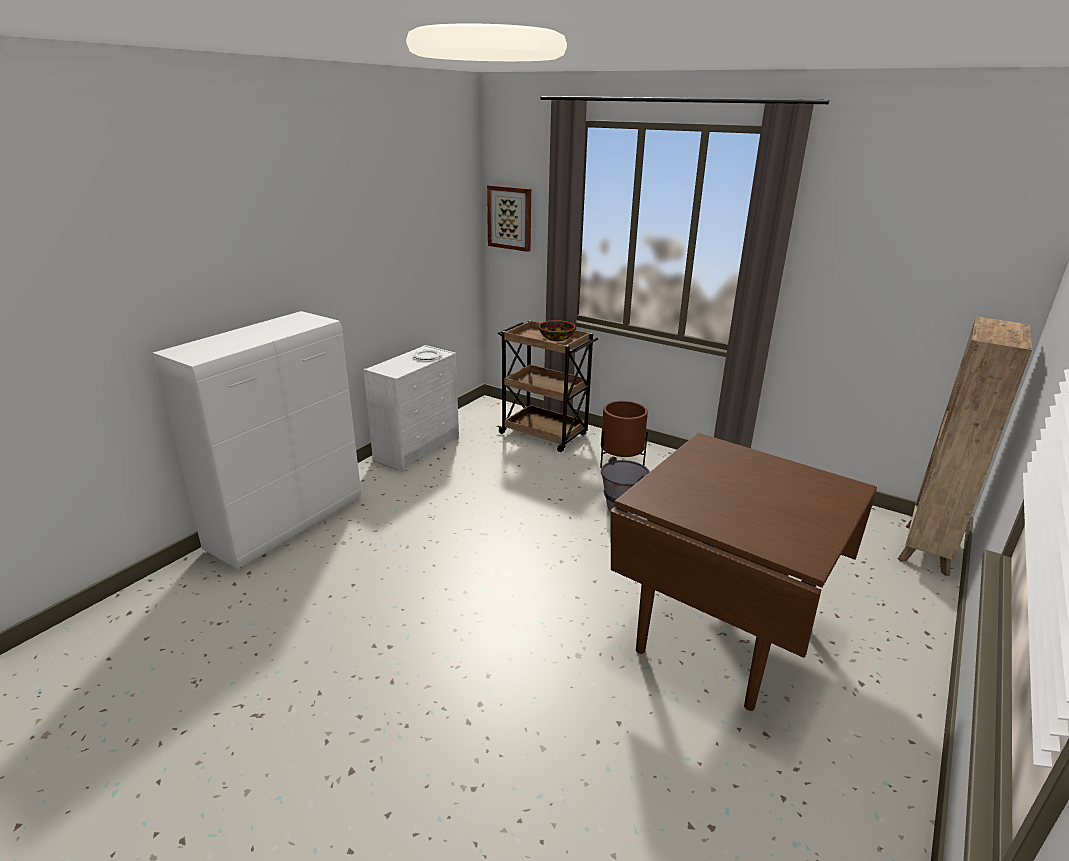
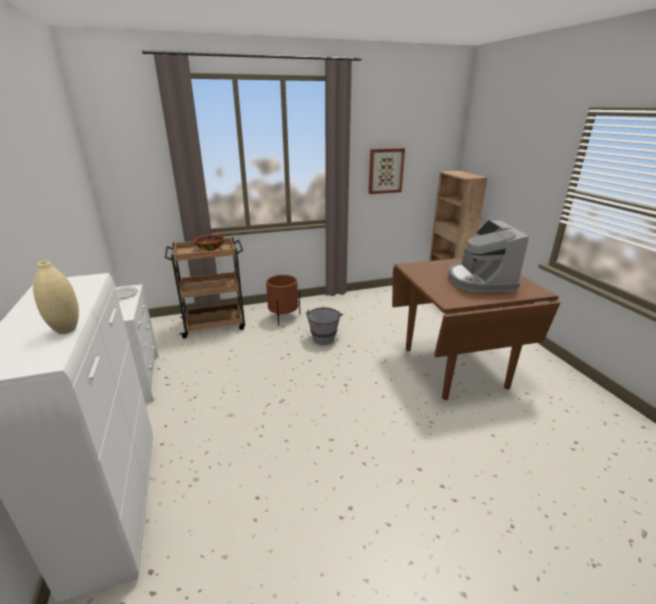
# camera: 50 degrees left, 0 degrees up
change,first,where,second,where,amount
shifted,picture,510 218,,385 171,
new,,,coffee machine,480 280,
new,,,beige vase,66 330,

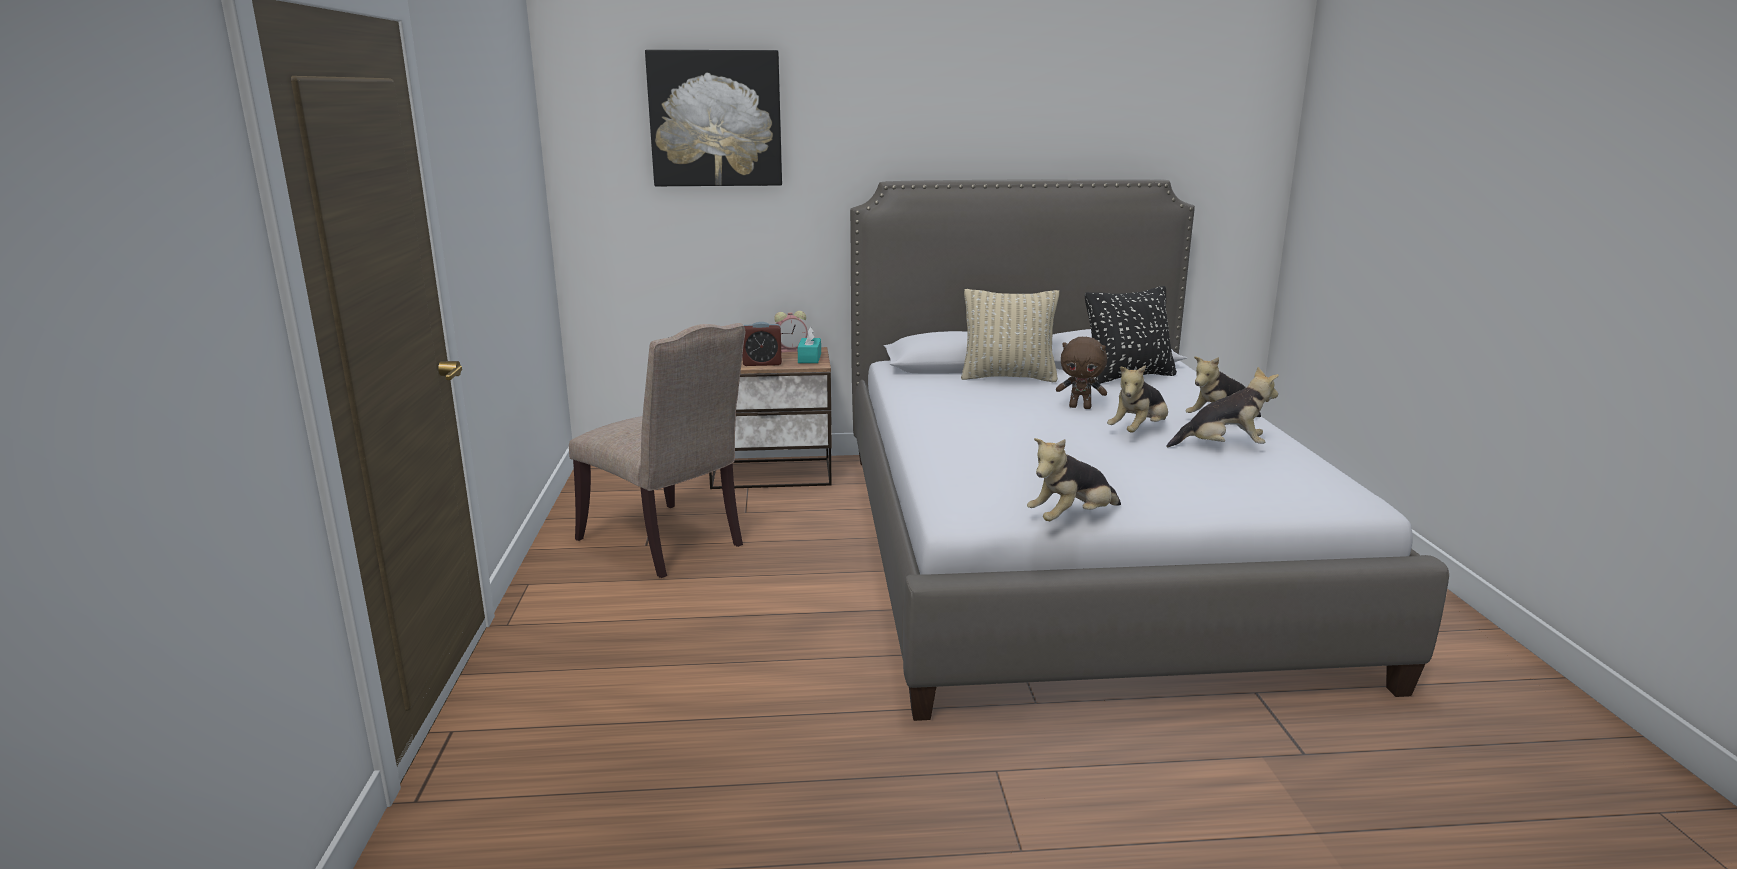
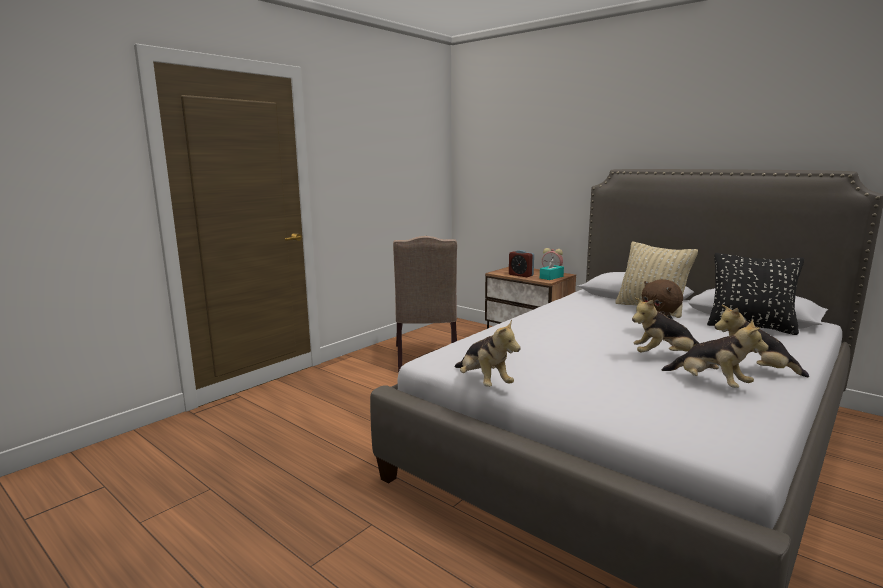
# camera: 45 degrees right, 5 degrees down
change,first,where,second,where,amount
gone,picture,715 119,,,
rotated,plush toy,1072 519,,483 382,135 degrees counterclockwise

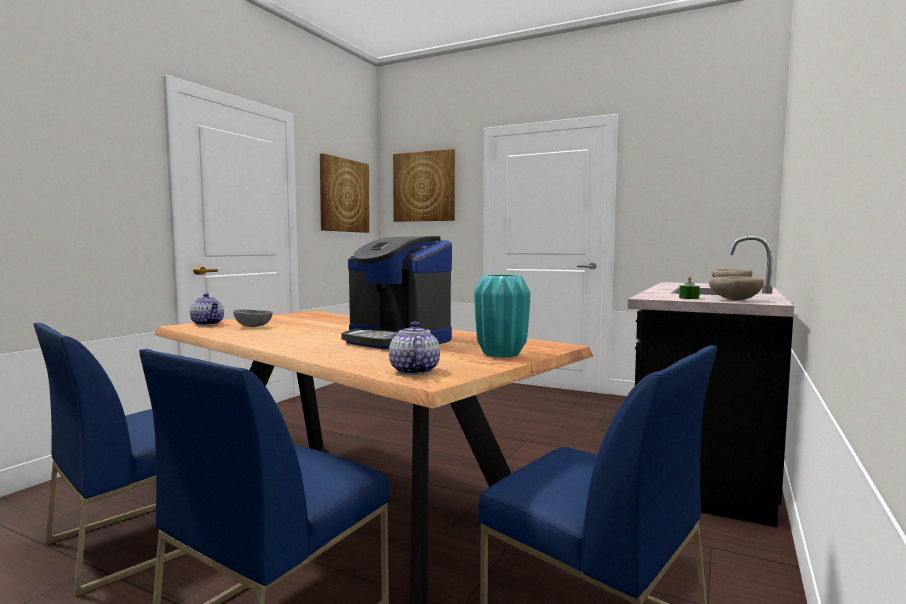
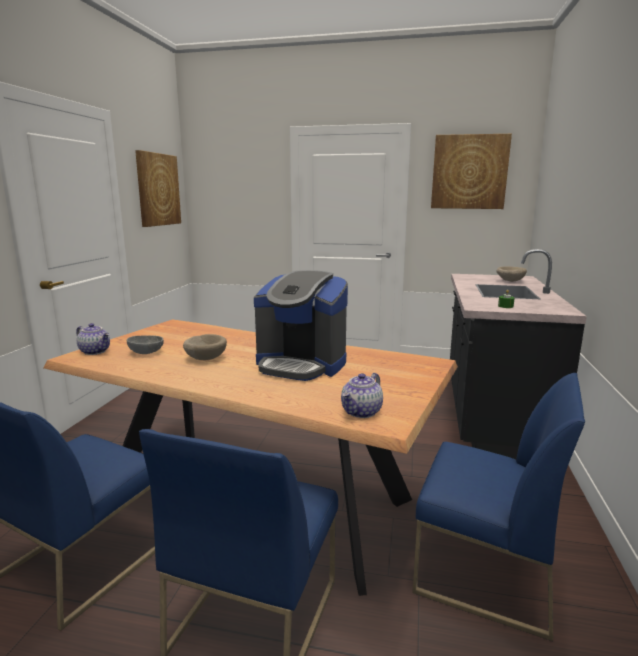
# camera: 15 degrees left, 10 degrees up
change,first,where,second,where,amount
shifted,picture,424 186,,469 172,
gone,turquoise vase,500 354,,,
shifted,beige bowl,733 300,,205 358,
rotated,teapot,413 371,,362 412,120 degrees counterclockwise

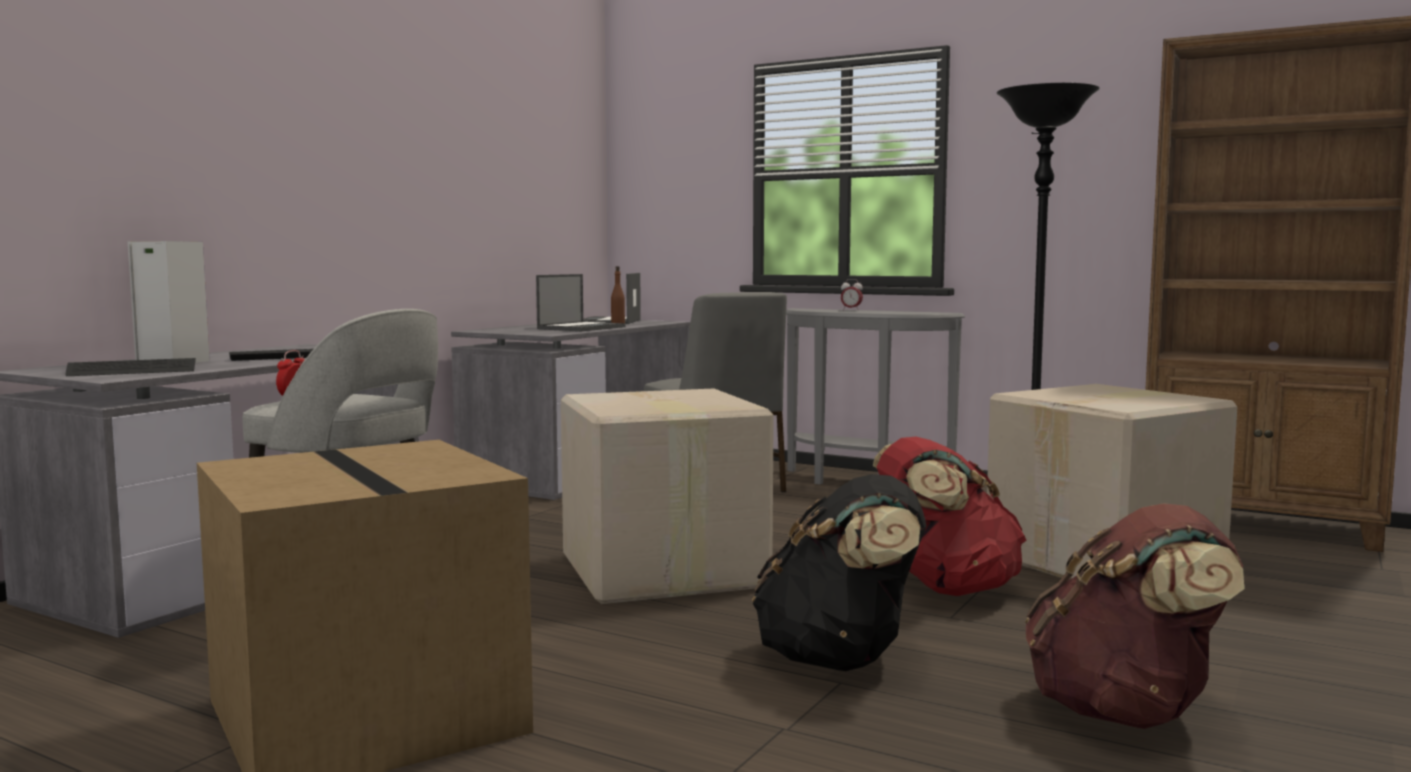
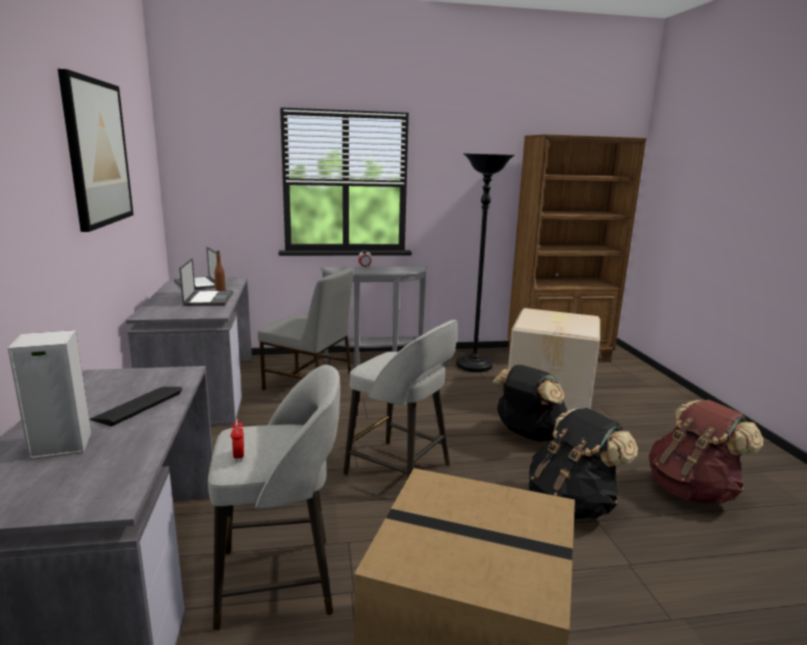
# camera: 40 degrees left, 10 degrees up
change,first,where,second,where,amount
gone,keyboard,132 371,,,
swapped,cardboard box,660 572,grey stool,400 470,
repainted,red backpack,945 588,black backpack,529 435,
new,,,picture,97 153,

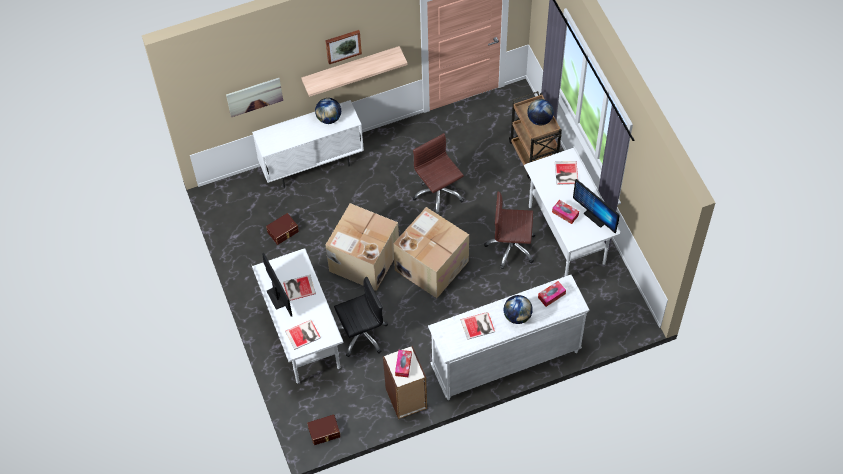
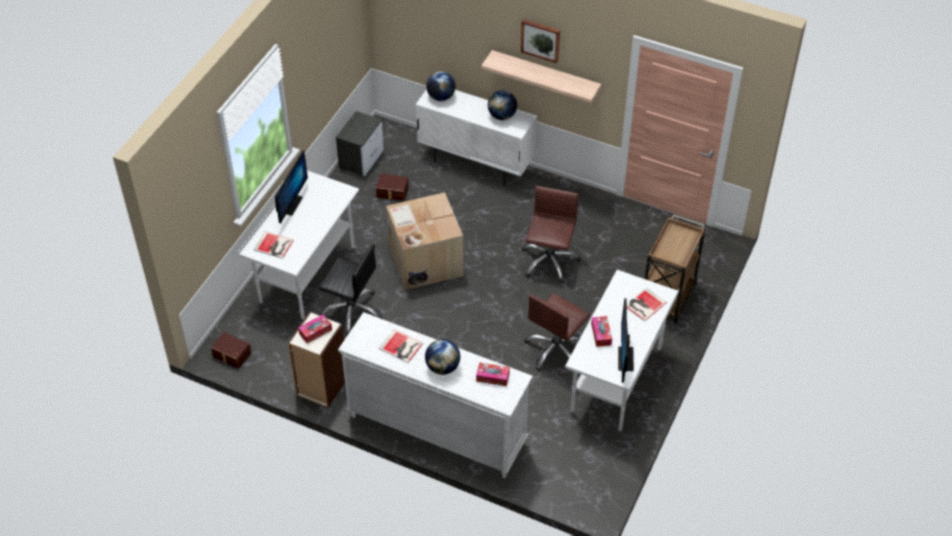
# camera: 45 degrees right, 10 degrees down
change,first,where,second,where,amount
gone,picture,254 96,,,
shifted,globe,539 119,,441 97,
rotated,brown office chair,511 247,,556 350,105 degrees counterclockwise
gone,cardboard box,431 264,,,
gone,book,298 287,,,
new,,,nightstand,362 159,

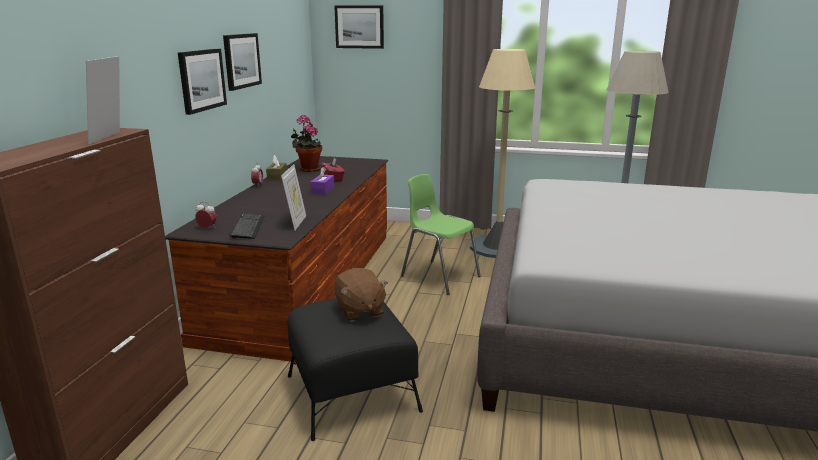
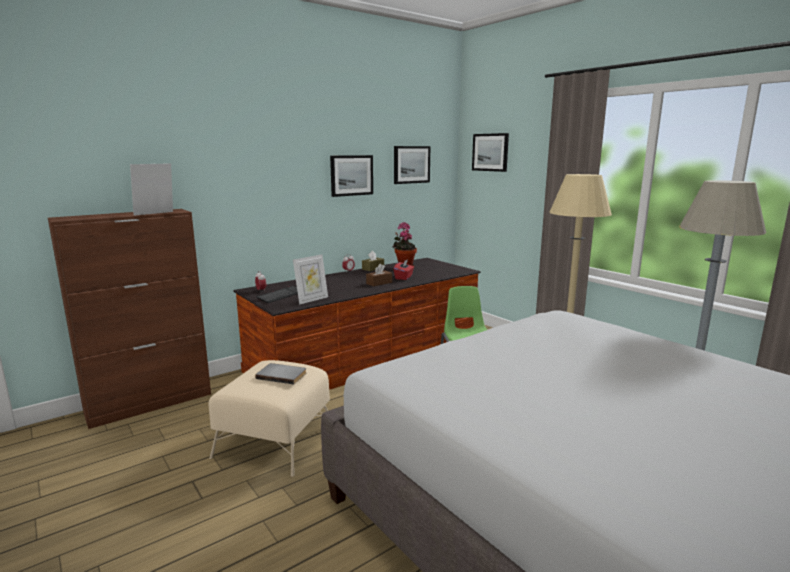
# camera: 40 degrees right, 5 degrees down
change,first,where,second,where,amount
shifted,picture,201 80,,411 164,
repainted,purple tissue box,323 190,brown tissue box,379 283,
swapped,brown plush toy,359 311,grey book,282 375,
repainted,black ottoman,352 392,beige ottoman,276 440,

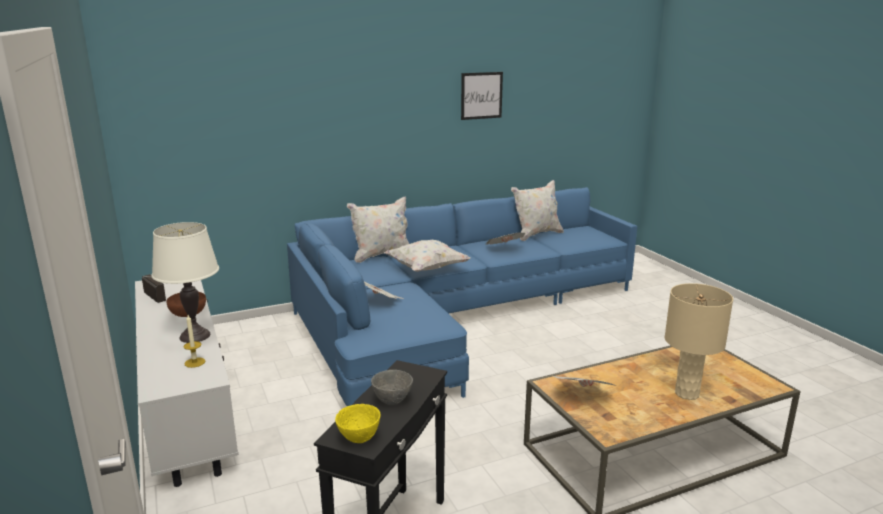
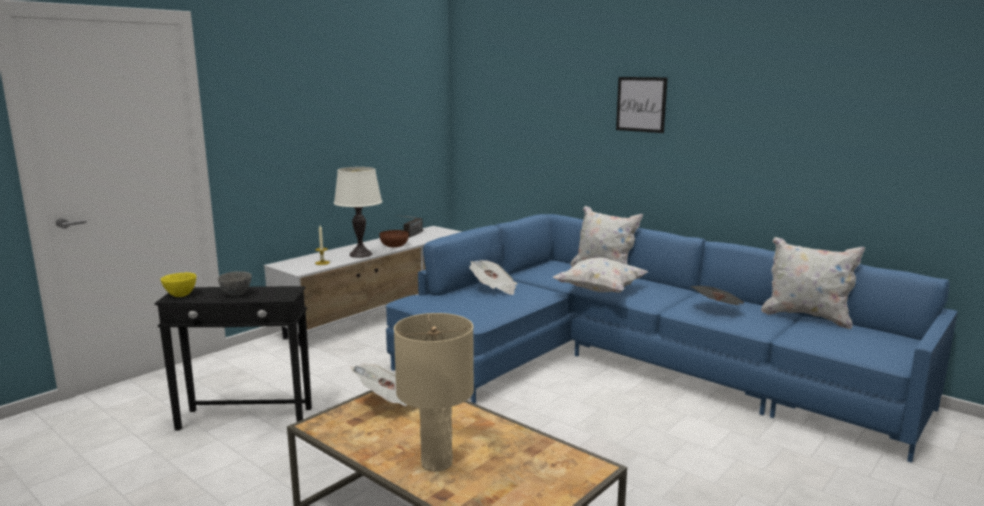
# camera: 65 degrees right, 5 degrees down
change,first,where,second,where,amount
shifted,picture,481 95,,641 104,

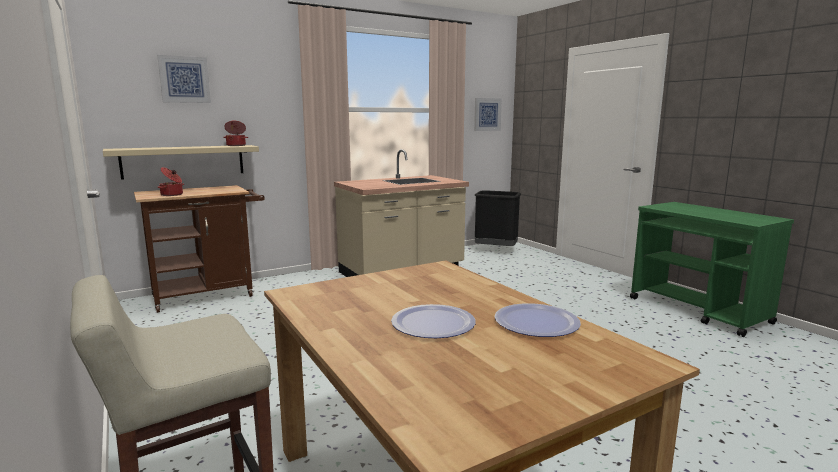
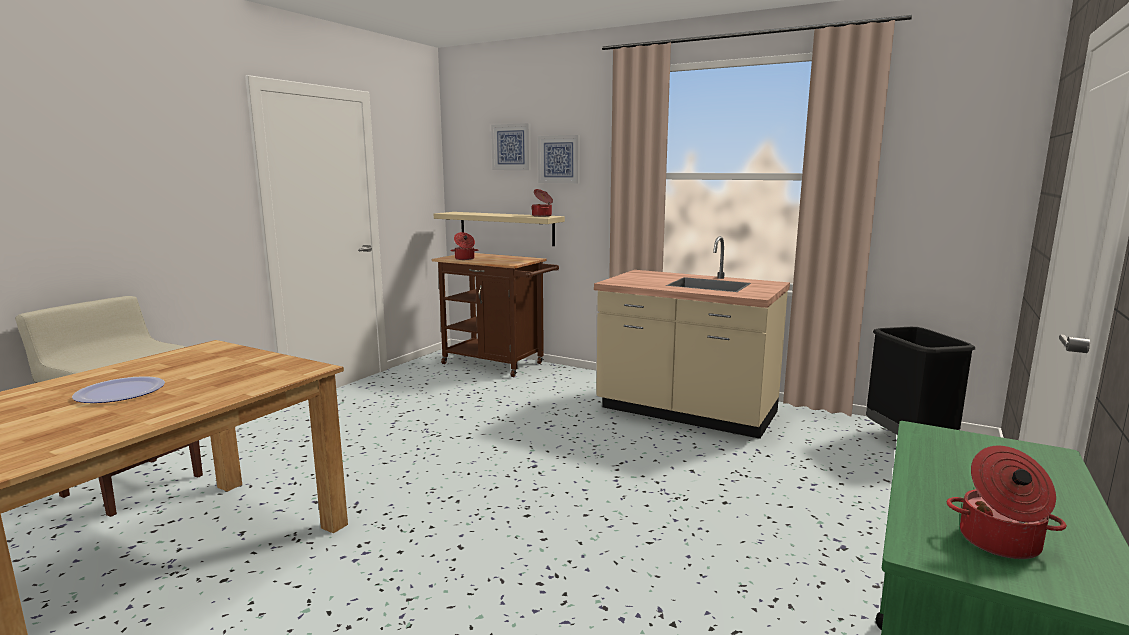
# camera: 60 degrees right, 0 degrees up
change,first,where,second,where,amount
shifted,picture,487 114,,559 159,
gone,plate,536 322,,,
new,,,cooking pot,999 542,

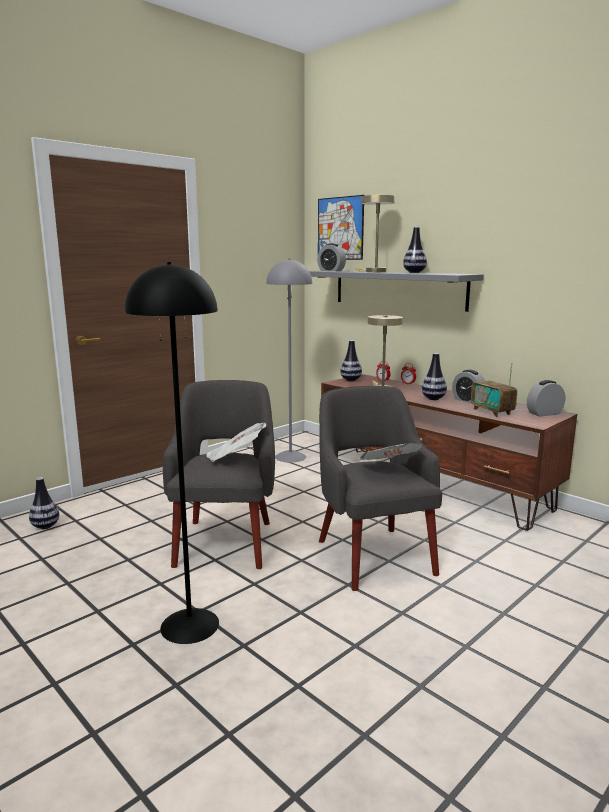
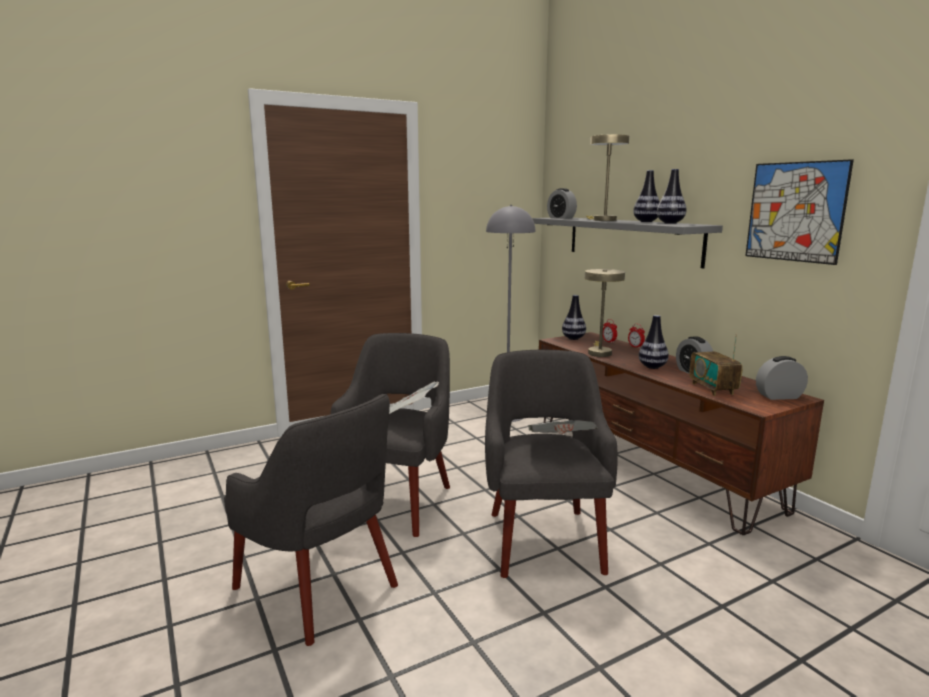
# camera: 15 degrees right, 0 degrees up
change,first,where,second,where,amount
shifted,picture,340 228,,795 212,
swapped,black floor lamp,190 625,grey armchair,318 588,
shifted,vase,45 526,,670 223,

